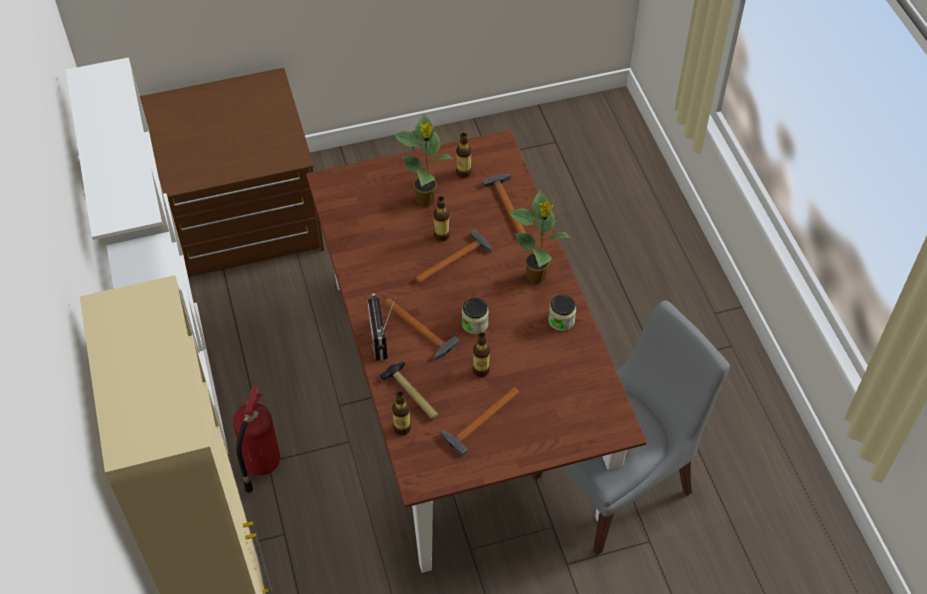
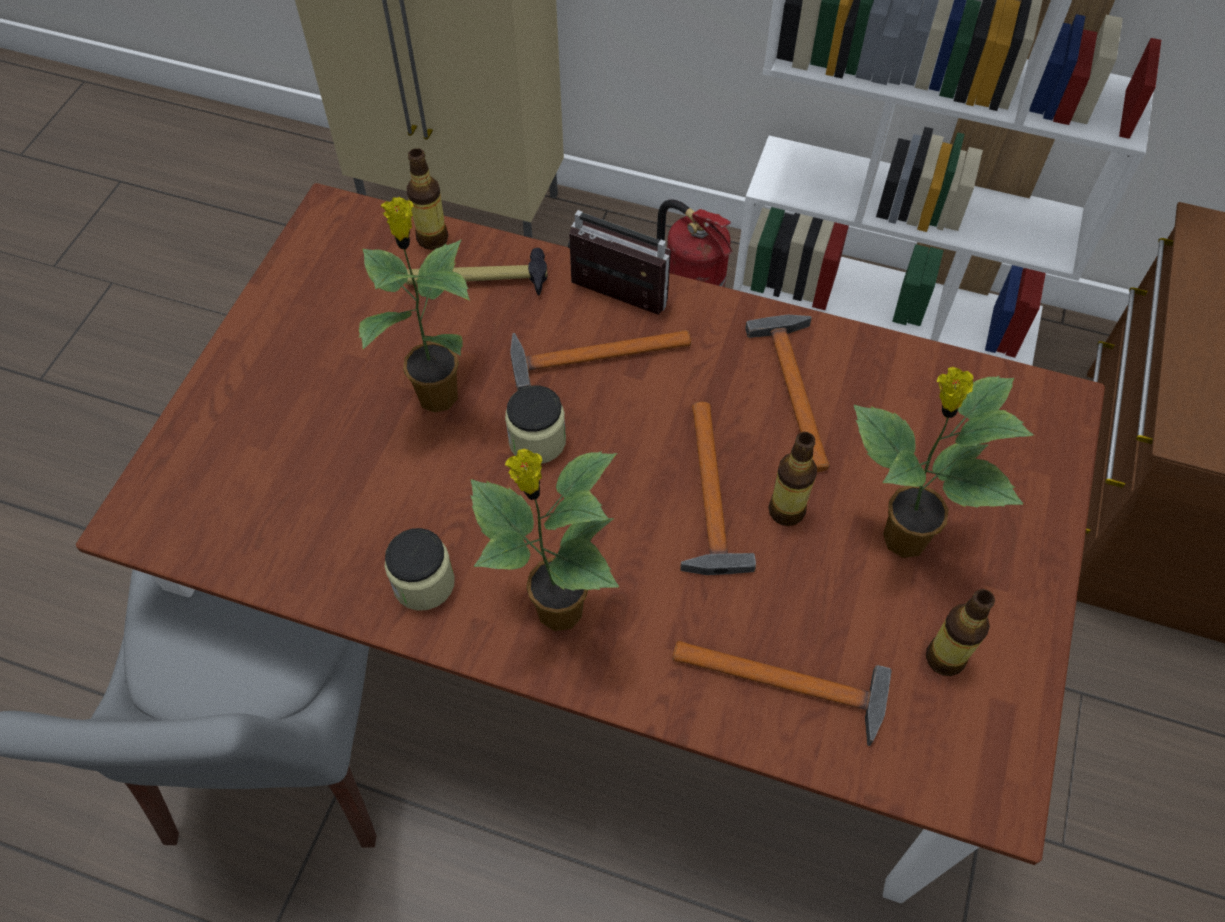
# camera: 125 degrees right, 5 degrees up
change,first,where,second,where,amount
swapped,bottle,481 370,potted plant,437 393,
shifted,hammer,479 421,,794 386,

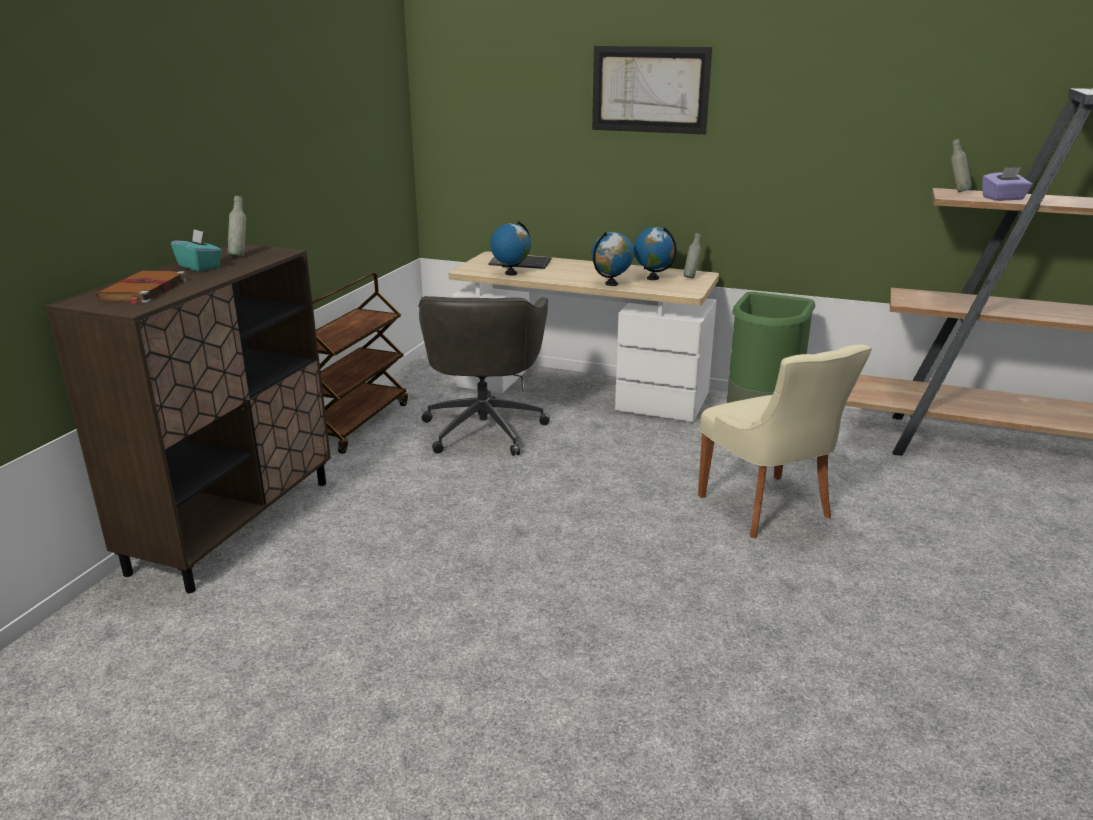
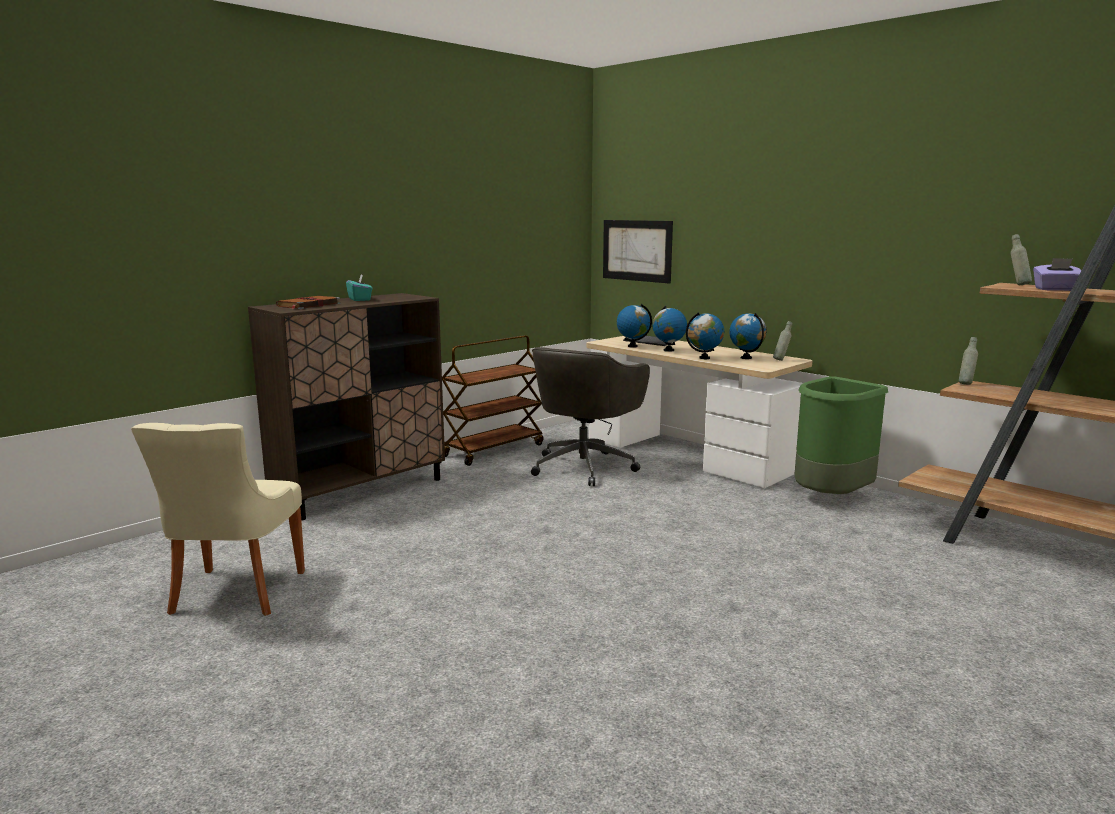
# camera: 25 degrees right, 10 degrees down
change,first,where,second,where,amount
shifted,picture,650 89,,636 250,
shifted,grey bottle,240 255,,966 384,
shifted,beige chair,767 508,,235 594,
new,,,globe,668 350,

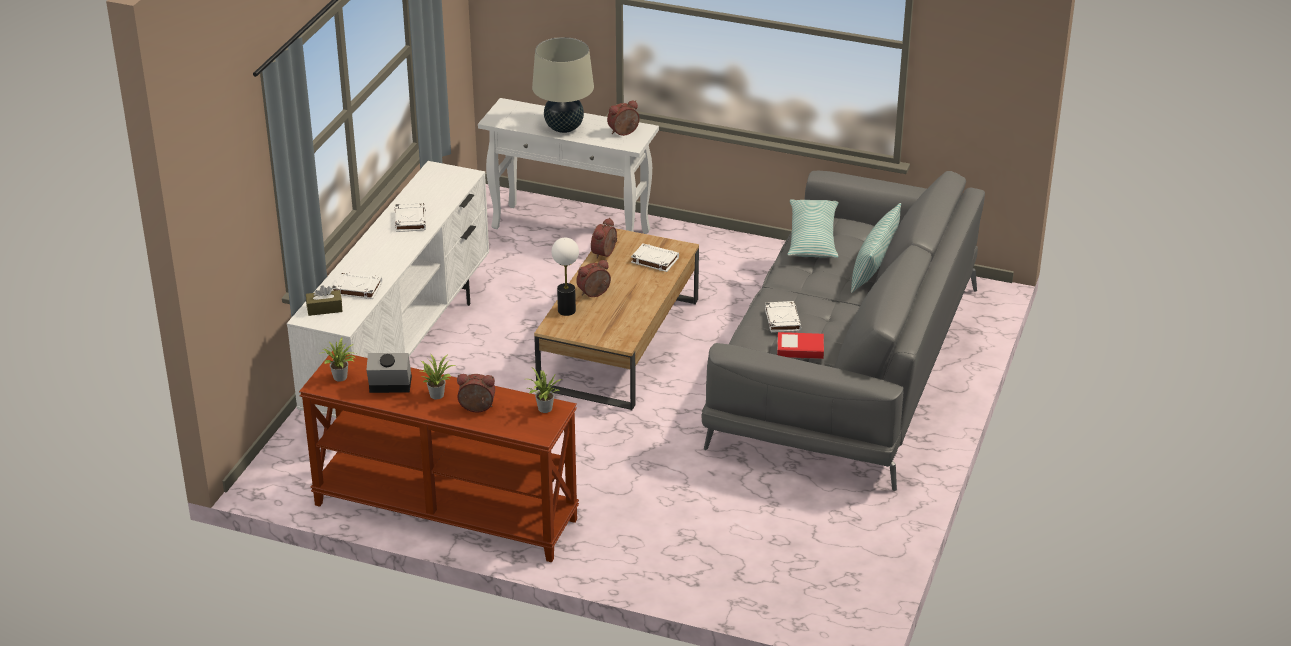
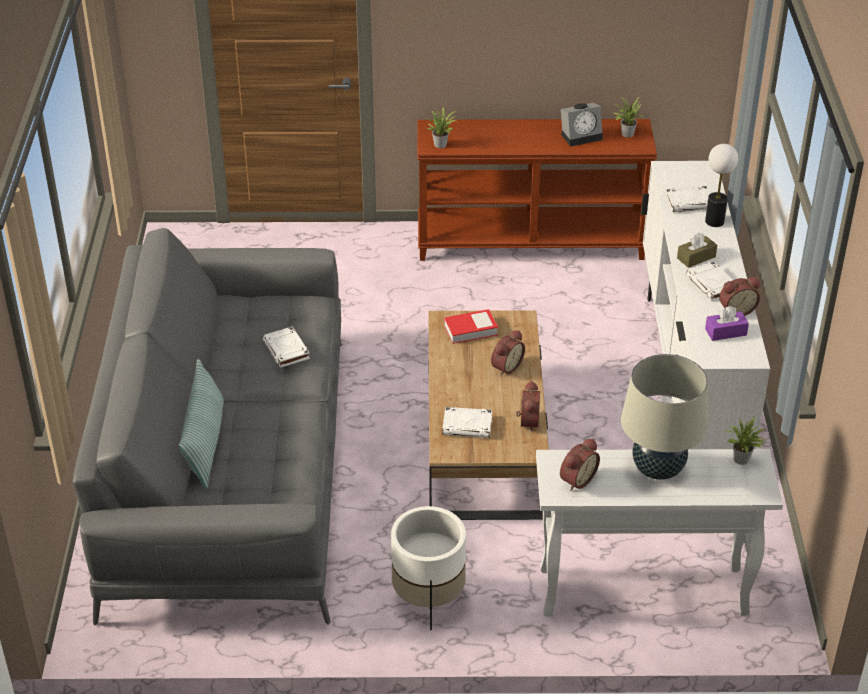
# camera: 160 degrees right, 5 degrees up
change,first,where,second,where,amount
gone,pillow,812 238,,,
shifted,table lamp,567 310,,714 221,
shifted,brown tissue box,324 309,,696 257,
shifted,book,800 350,,470 330,
shifted,potted plant,437 394,,742 460,
shifted,alarm clock,476 408,,736 310,
new,,,purple tissue box,725 332,
new,,,white planter,428 600,

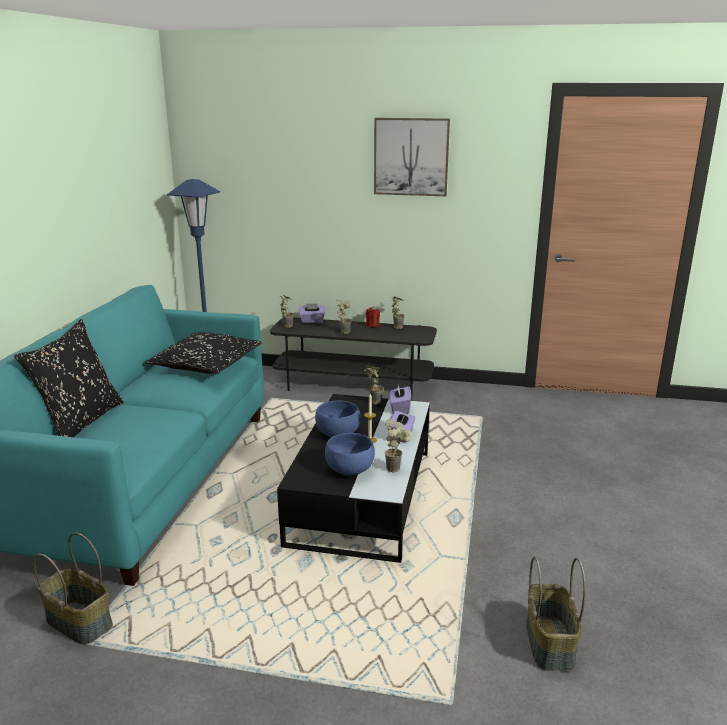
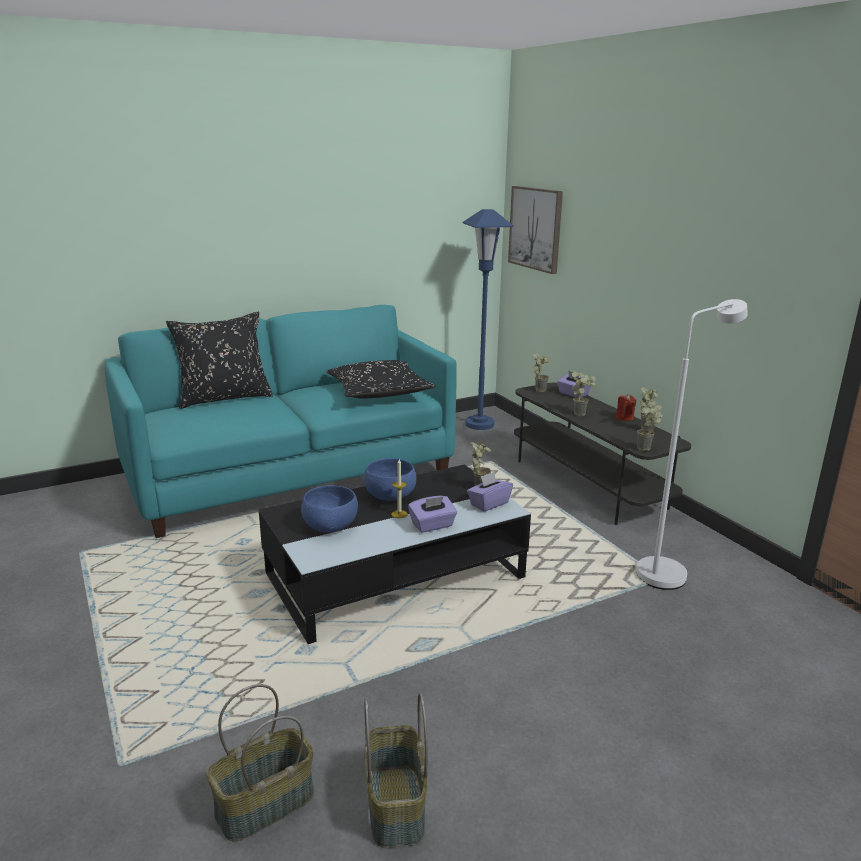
# camera: 50 degrees right, 0 degrees up
change,first,where,second,where,amount
shifted,picture,411 157,,536 228,
shifted,potted plant,397 468,,647 449,
shifted,basket,80 622,,397 806,
new,,,white floor lamp,669 571,

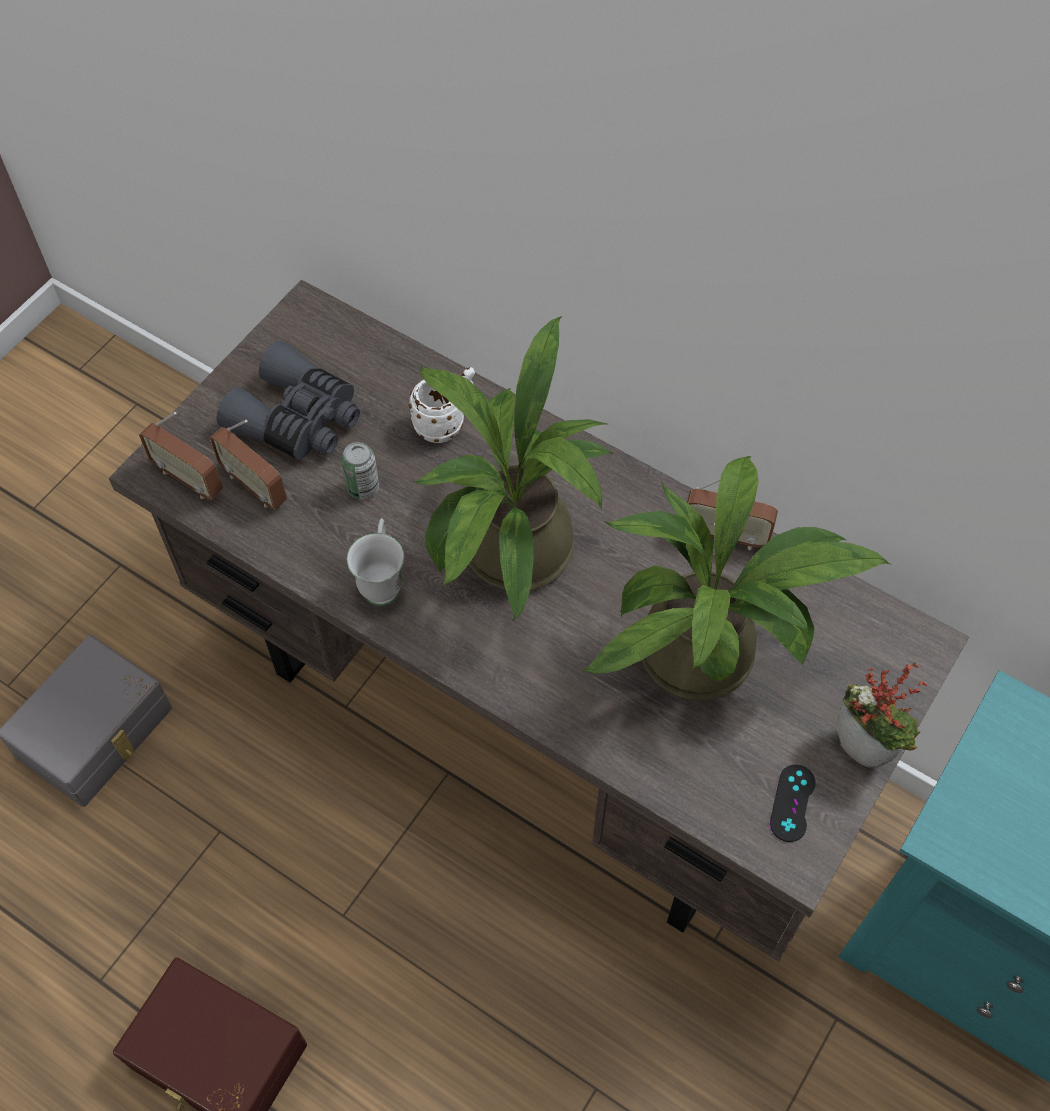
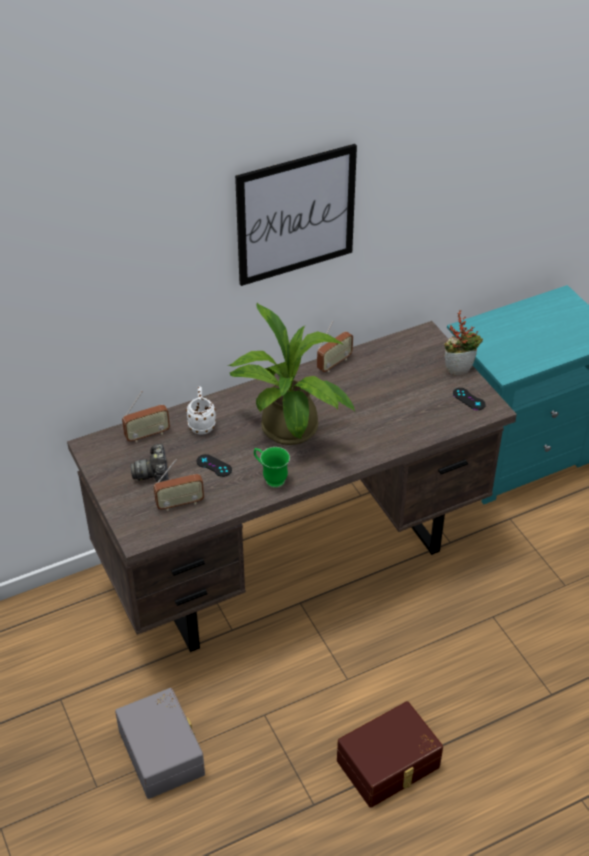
# camera: 60 degrees left, 15 degrees down
change,first,where,second,where,amount
swapped,grey binoculars,298 419,photo camera,153 473,
shifted,radio,188 479,,147 435,
swapped,can,363 488,black game controller,214 465,
gone,potted plant,711 656,,,
repainted,white mug,382 581,green mug,270 478,
new,,,picture,296 215,

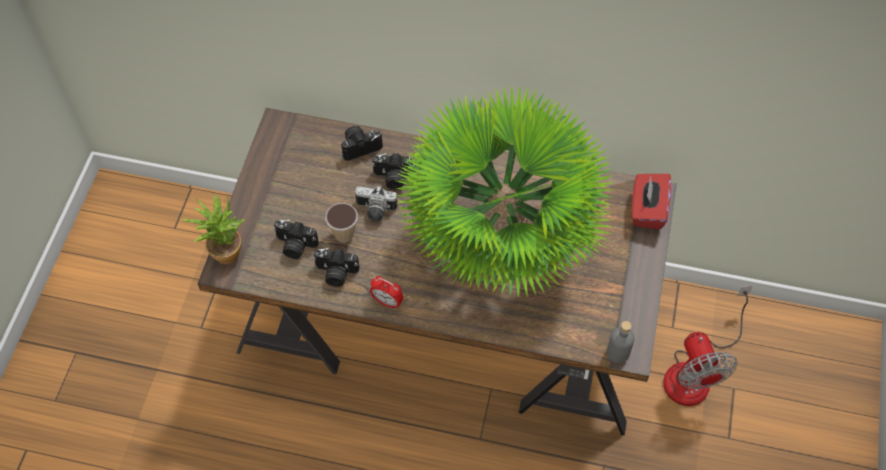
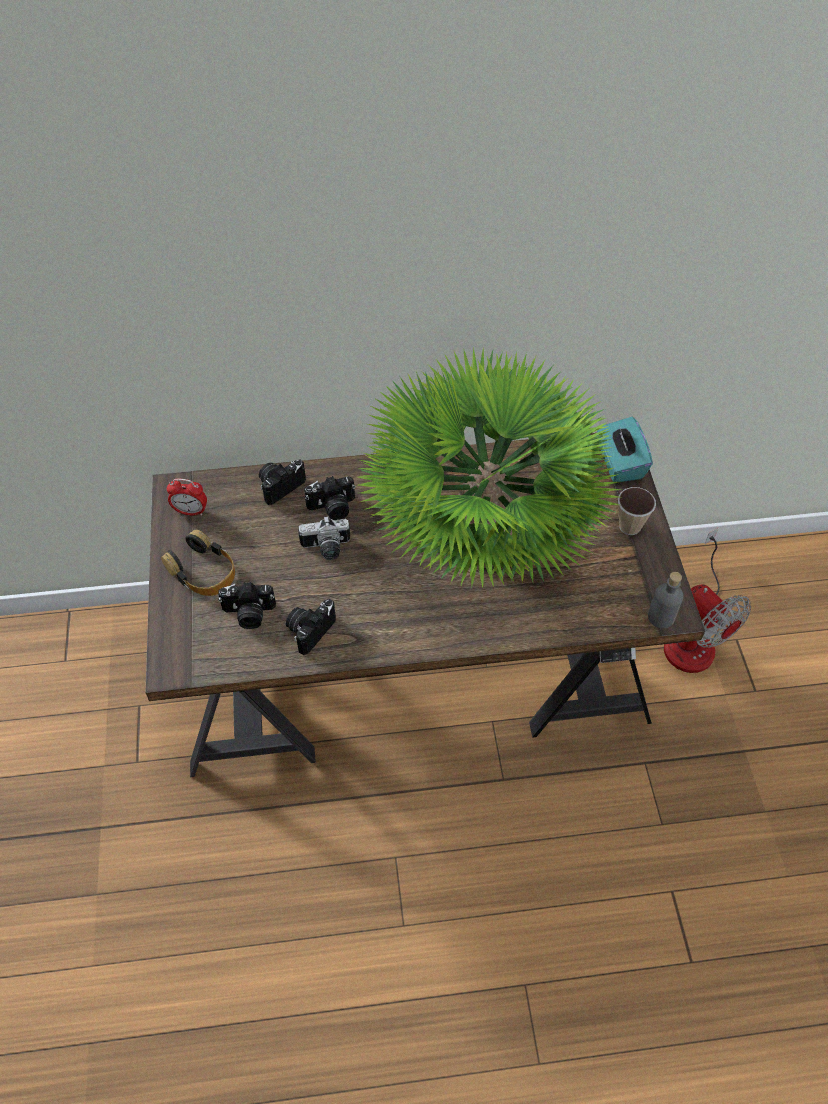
# camera: 20 degrees left, 5 degrees down
change,first,where,second,where,amount
repainted,red tissue box,647 210,turquoise tissue box,619 463,
gone,potted plant,224 250,,,
shifted,cup,344 234,,629 526,
rotated,photo camera,336 273,,310 630,135 degrees clockwise
shifted,alarm clock,387 302,,191 511,
new,,,headphones,203 571,

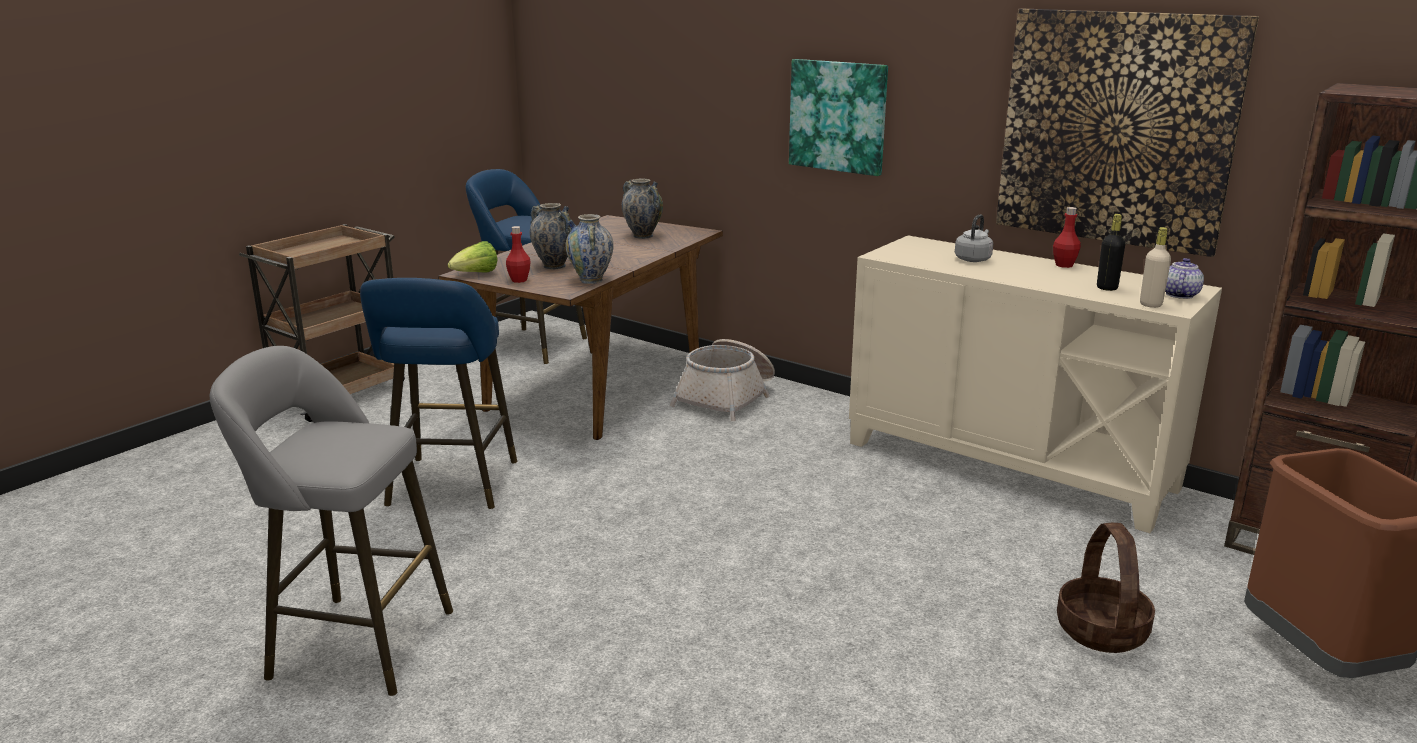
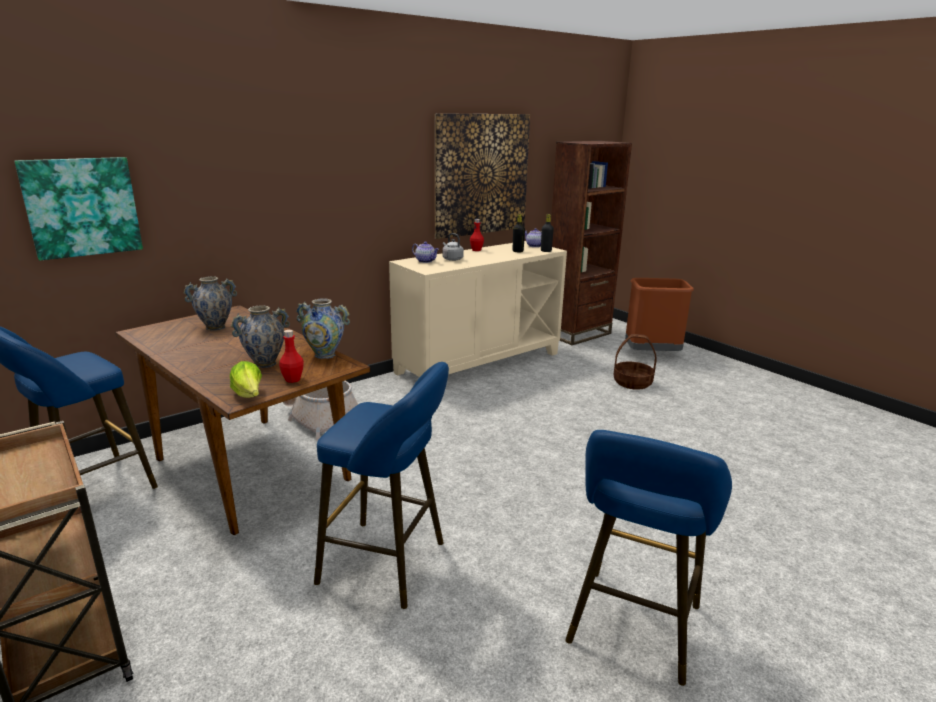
# camera: 75 degrees left, 0 degrees up
change,first,where,second,where,amount
shifted,picture,838 116,,82 207,
repainted,beige bottle,1150 304,black bottle,546 251,
repainted,grey stool,352 643,blue stool,632 630,
new,,,teapot,426 261,

